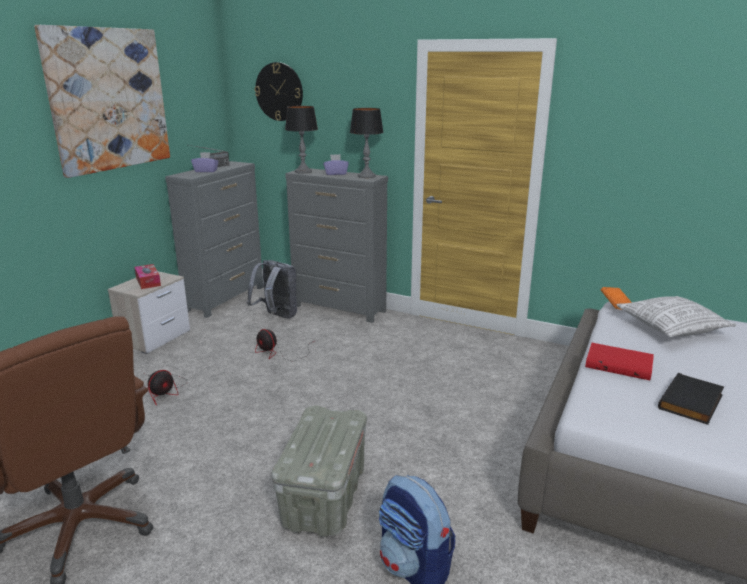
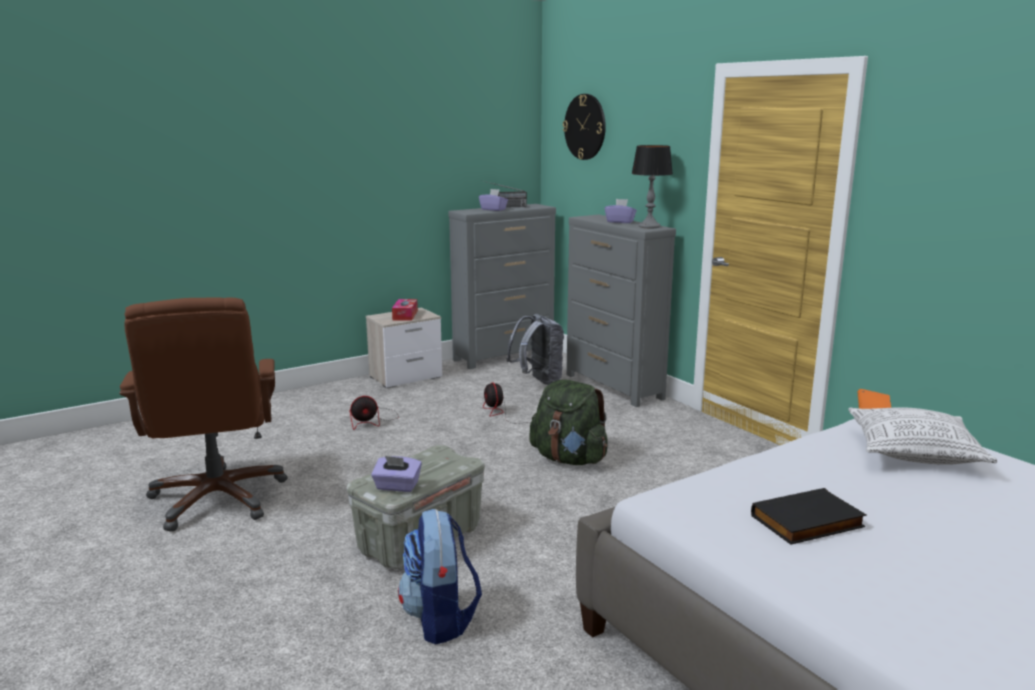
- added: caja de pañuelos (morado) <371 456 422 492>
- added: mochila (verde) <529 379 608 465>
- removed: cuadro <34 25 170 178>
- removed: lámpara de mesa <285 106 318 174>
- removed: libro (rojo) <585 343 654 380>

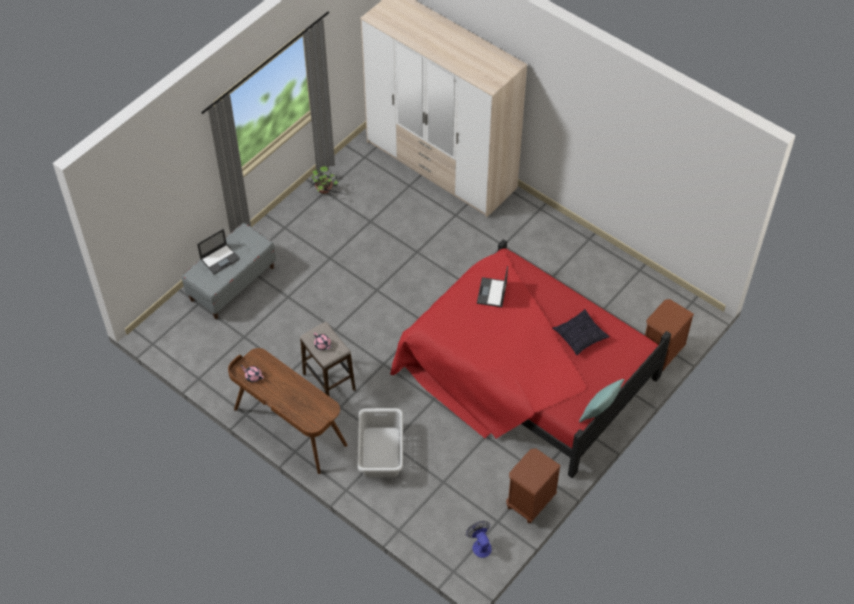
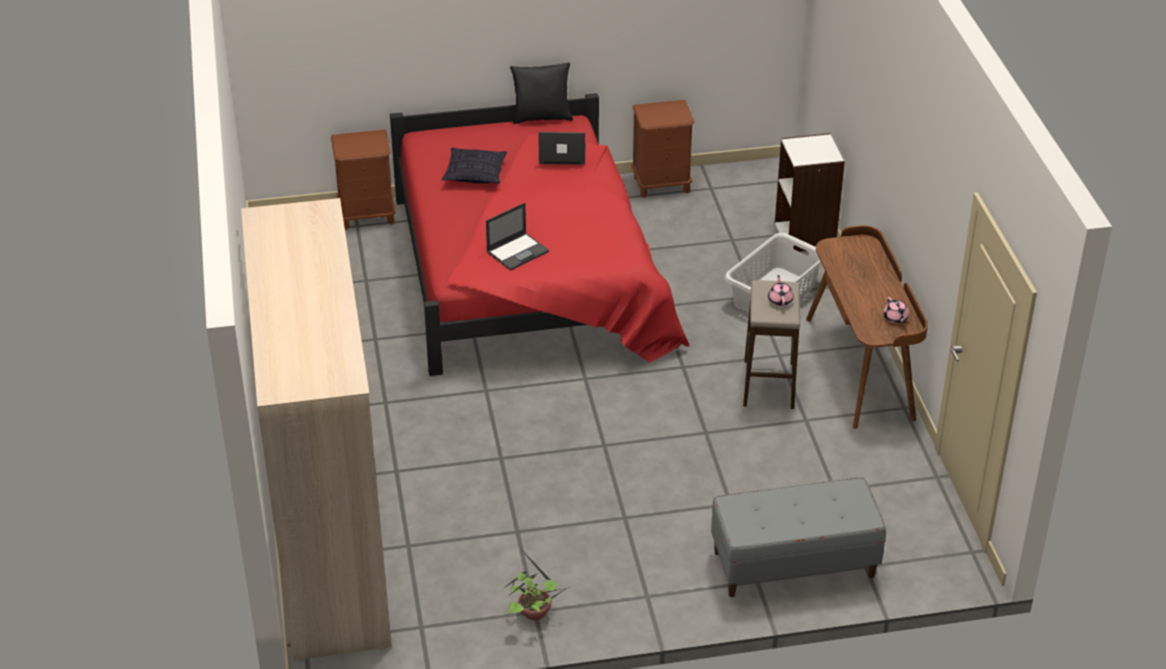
- recoloured: cojín (turquesa) <579 379 624 422> to cojín (negro) <510 62 573 124>
- moved: portátil <197 229 240 274> to <538 132 586 165>
- added: estantería (blanco) <775 133 845 252>
- removed: ventilador <466 521 492 558>

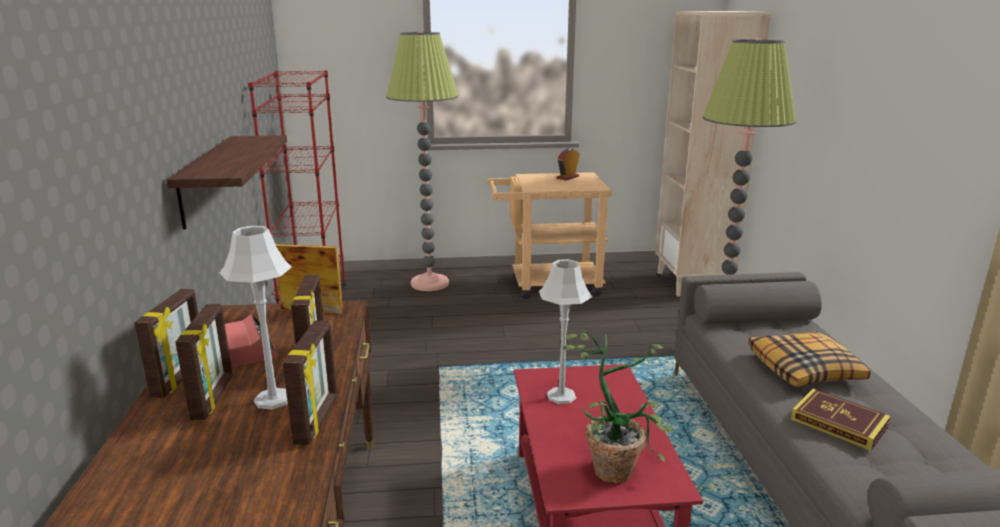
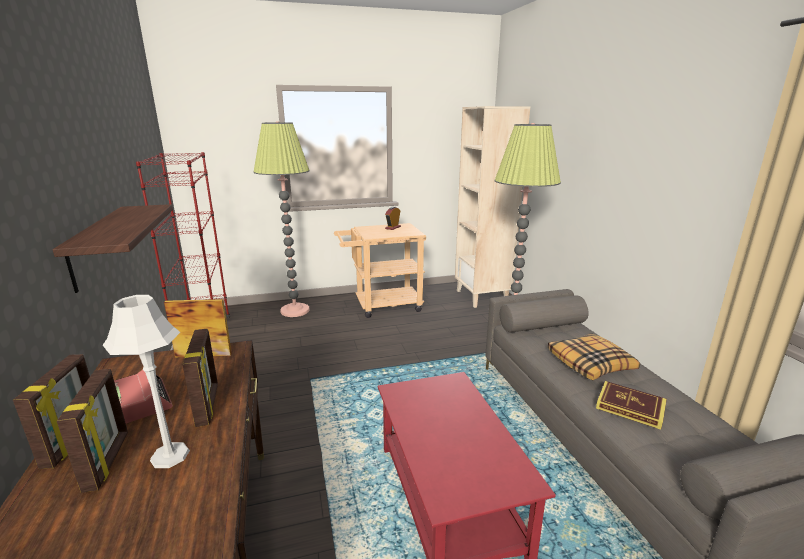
- removed: portarretratos <283 321 337 445>
- removed: lámpara de mesa (gris) <539 259 592 404>
- removed: planta en maceta <562 331 674 484>

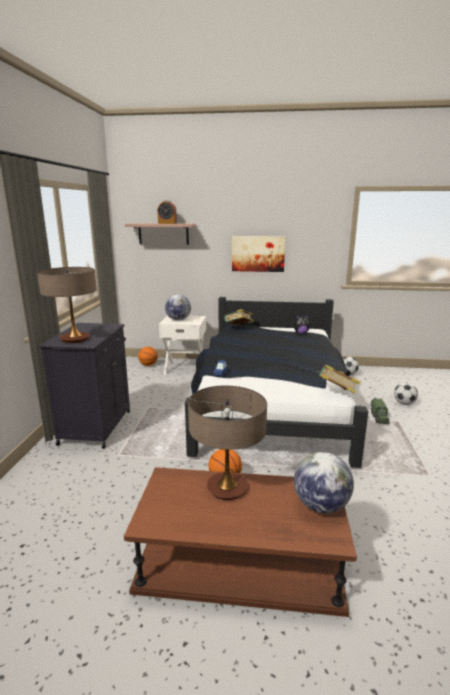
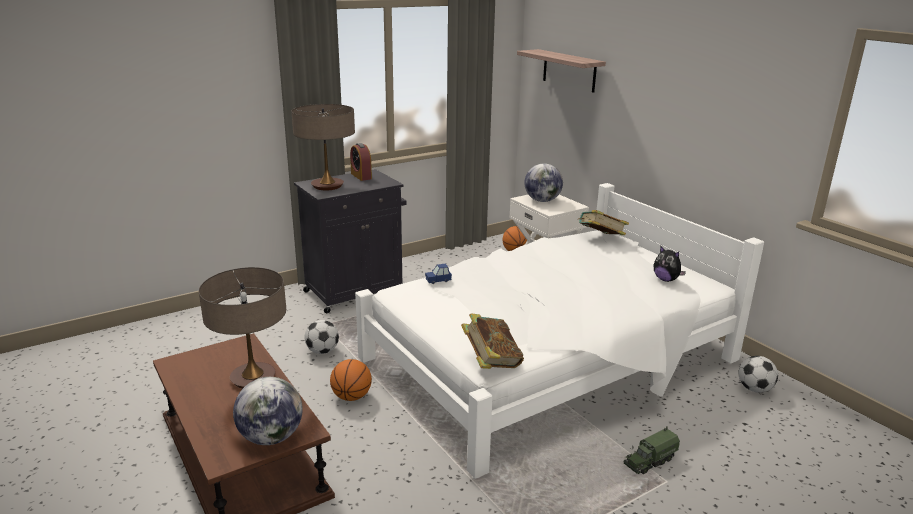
- moved: balón de fútbol <394 383 418 405> to <304 320 339 354>
- moved: despertador <158 201 177 224> to <350 143 372 181>
- recoloured: cama (negro) <185 297 368 468> to cama (blanco) <355 183 764 479>
- removed: cuadro <232 236 285 272>

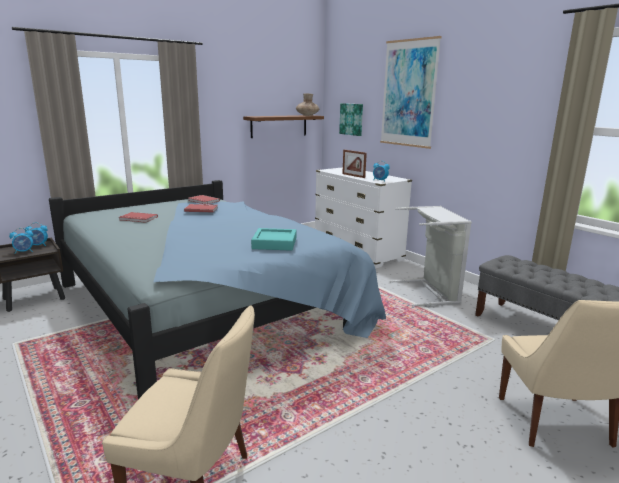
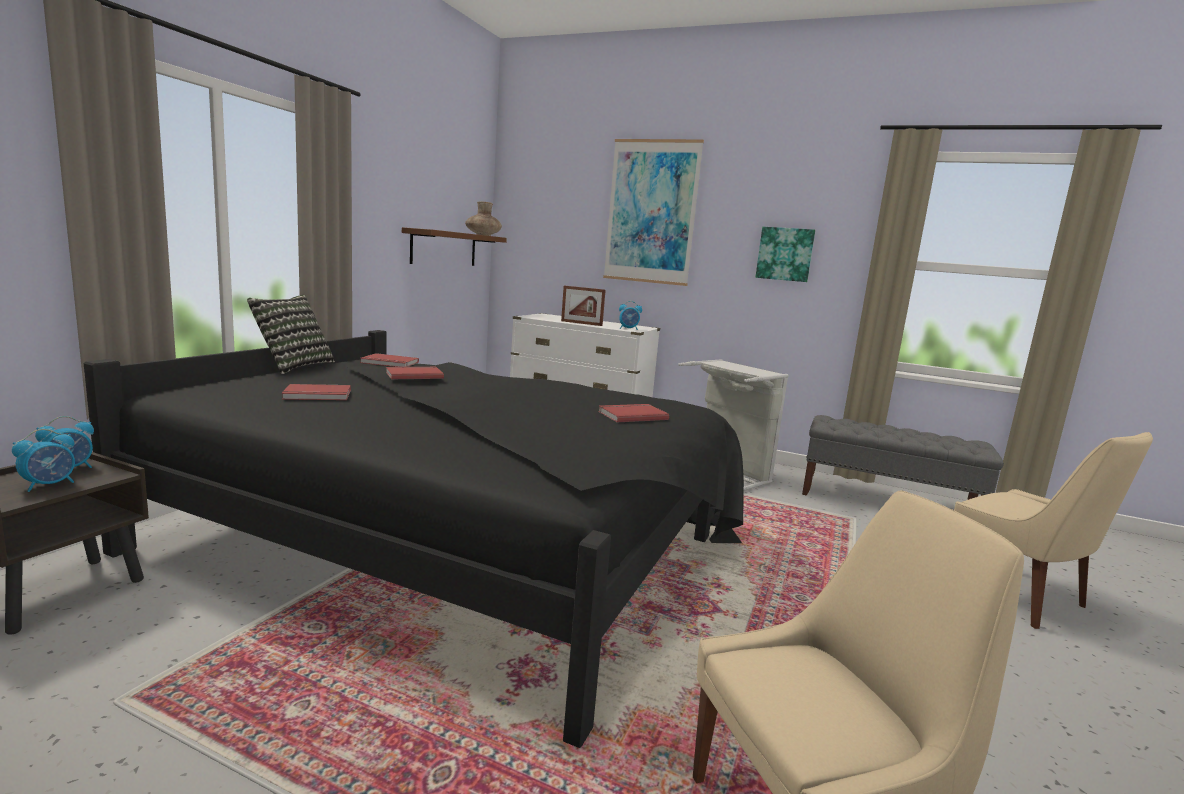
- recoloured: cama (azul) <49 180 386 399> to cama (negro) <84 330 744 748>
- added: cojín <247 295 335 374>
- replaced: bandeja (turquesa) <251 228 297 251> to libro (rojo) <598 404 669 422>
- moved: cuadro <339 103 363 136> to <755 227 815 282>

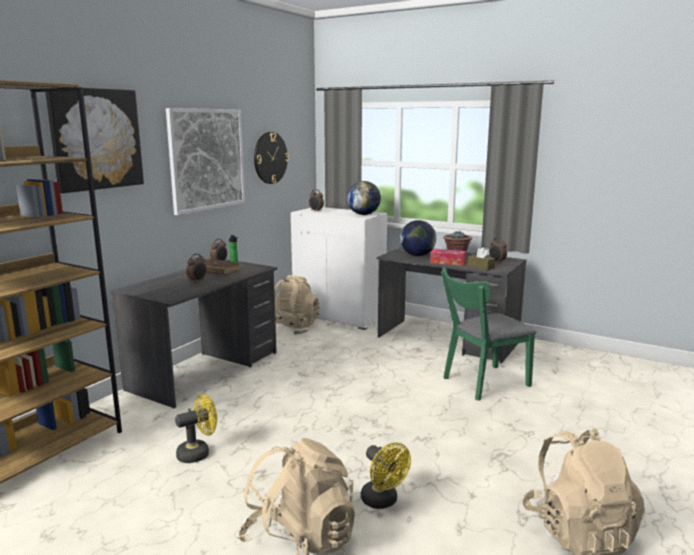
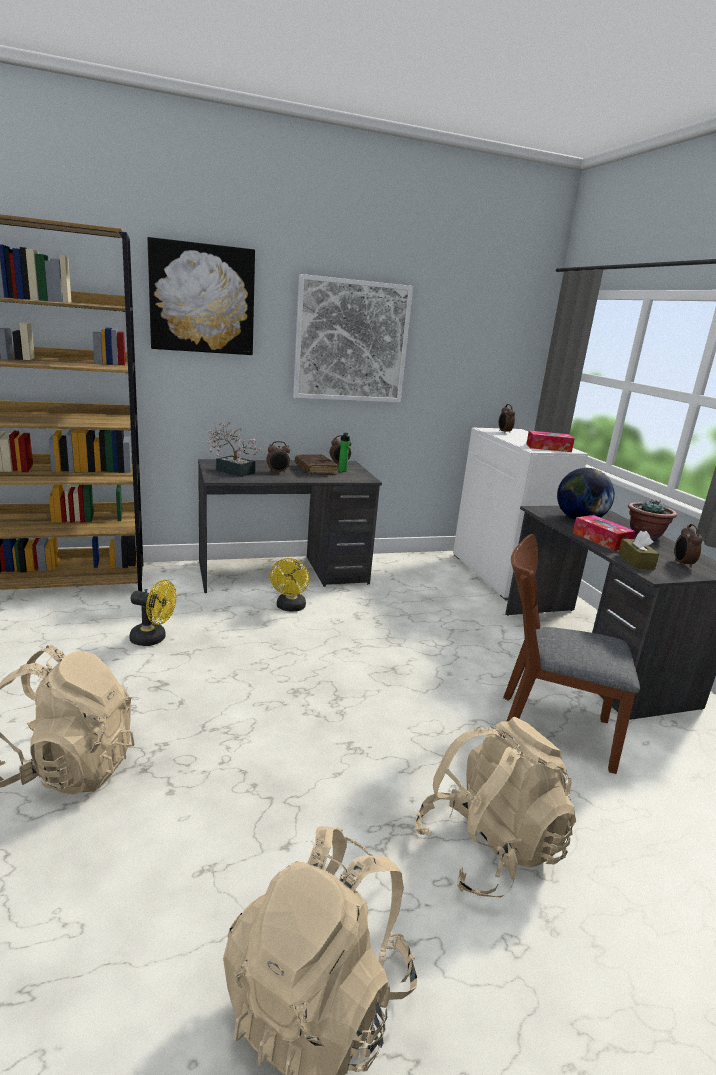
- added: planta en maceta <205 421 262 477>
- moved: ventilador (amarillo) <361 442 411 509> to <270 558 310 612>
- moved: mochila (beis) <274 275 320 335> to <416 717 576 897>
- recoloured: silla (verde) <441 266 536 401> to silla (marrón) <503 534 640 774>
- replaced: globo terráqueo <347 181 381 215> to caja de pañuelos <526 431 575 452>
- removed: reloj de pared <254 132 289 184>

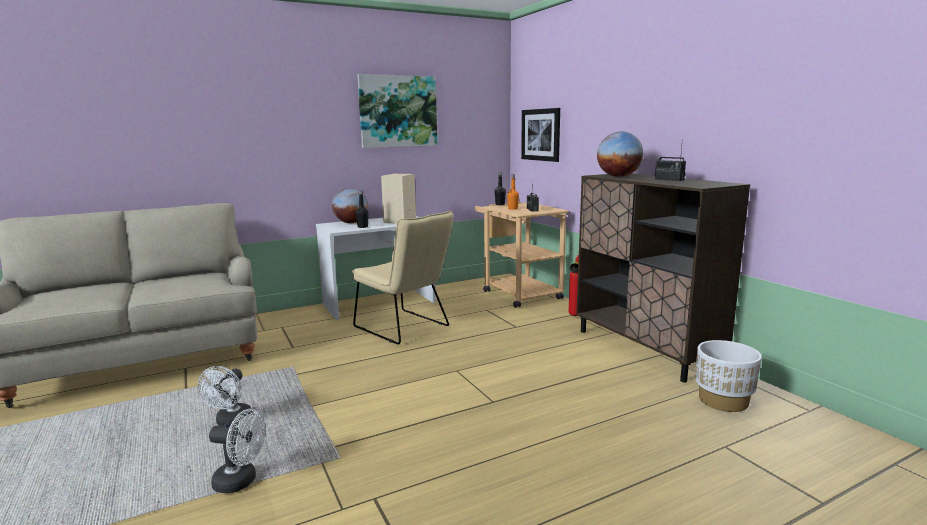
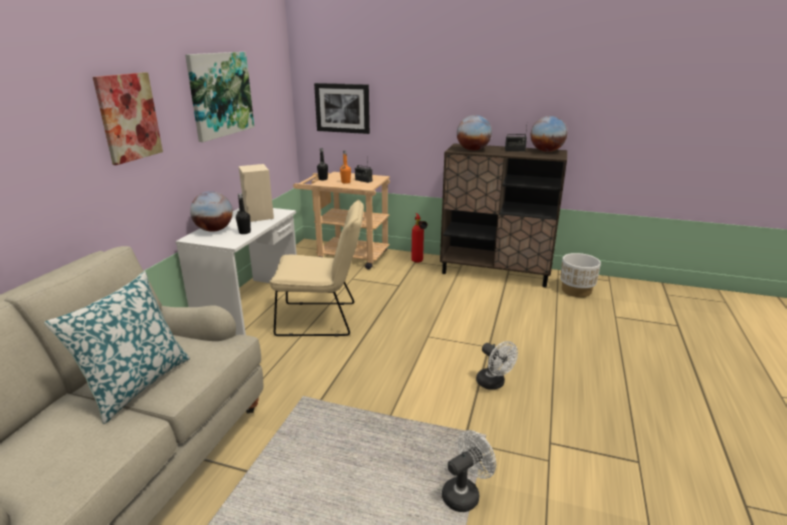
- added: cojín <44 271 190 424>
- added: cuadro <93 72 163 165>
- moved: ventilador (blanco) <198 366 253 427> to <476 341 518 390>
- added: globo terráqueo <531 116 567 152>

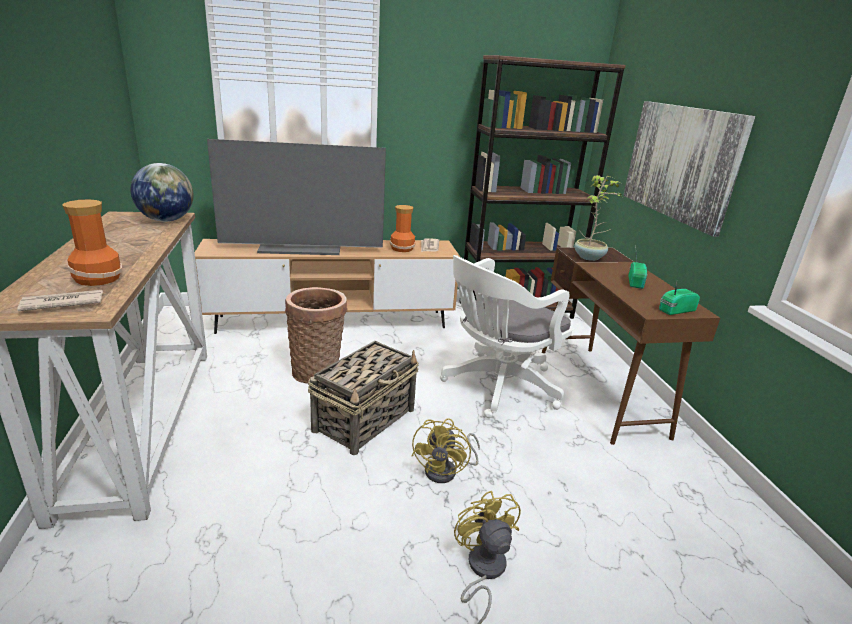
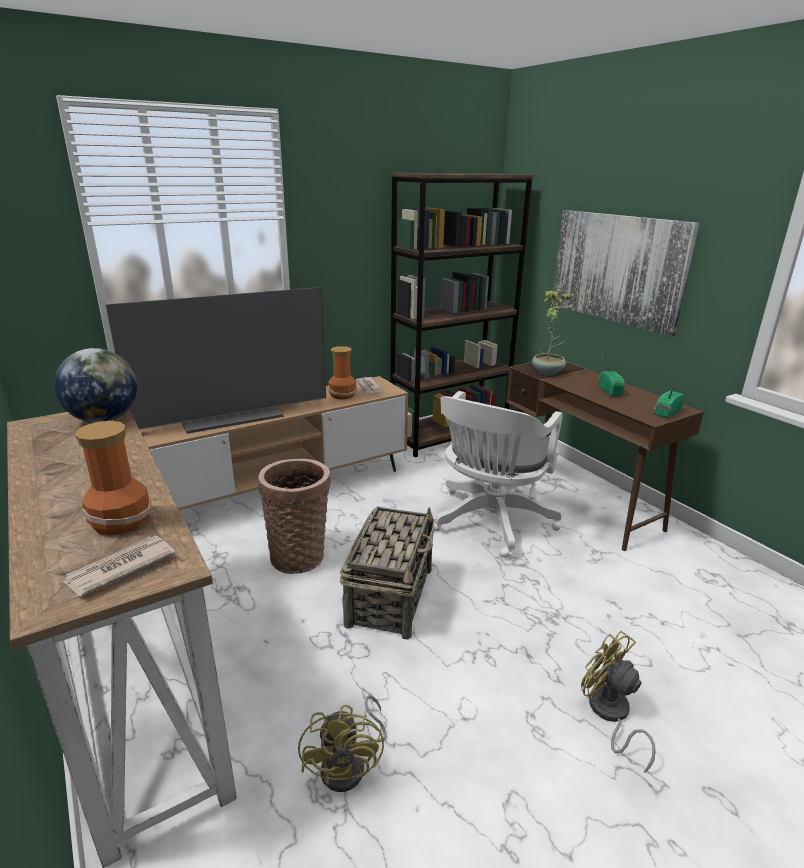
- moved: ventilador (amarillo) <412 418 480 483> to <298 695 387 792>

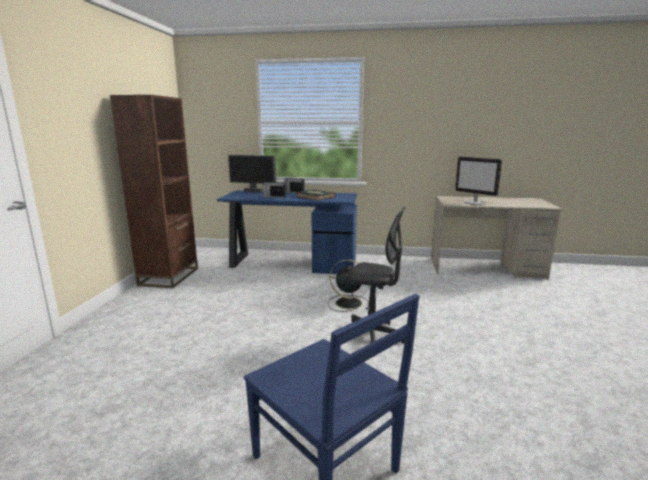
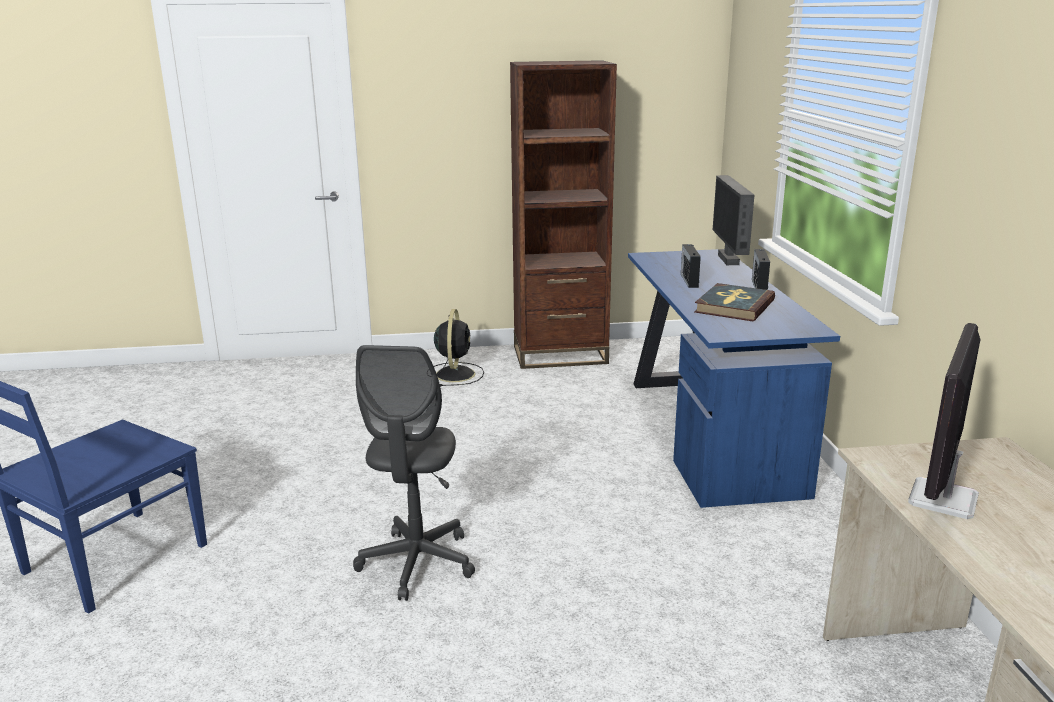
- moved: ventilador (negro) <328 260 369 312> to <434 309 484 387>

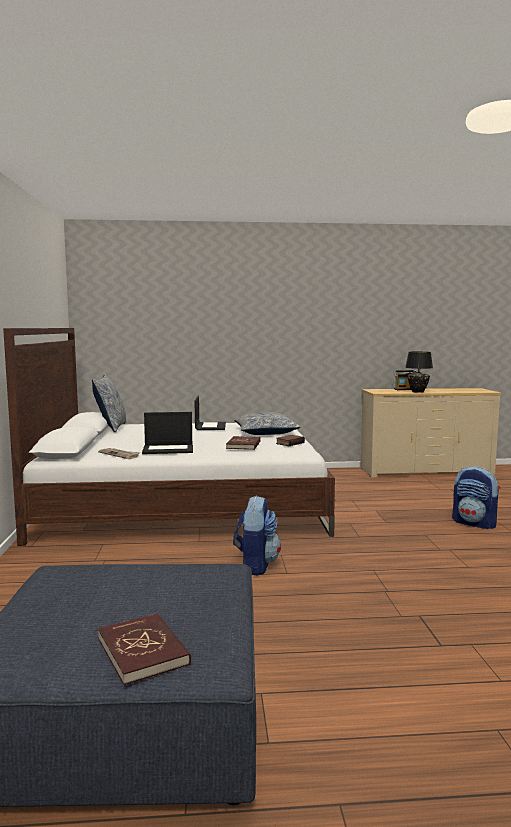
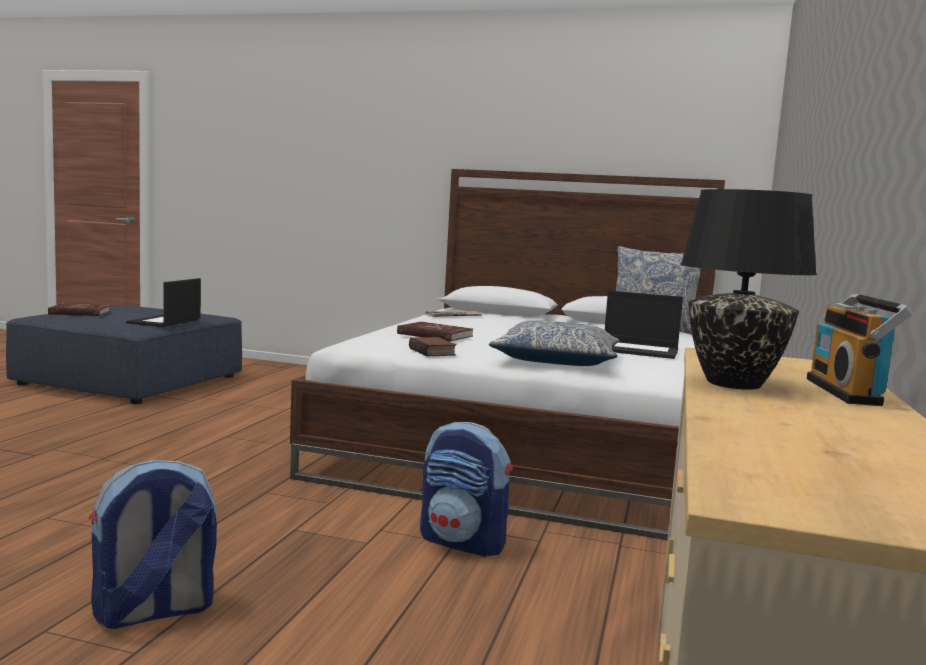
- moved: portátil <142 412 193 454> to <126 278 201 327>
- moved: mochila <233 496 281 575> to <420 422 513 557>

